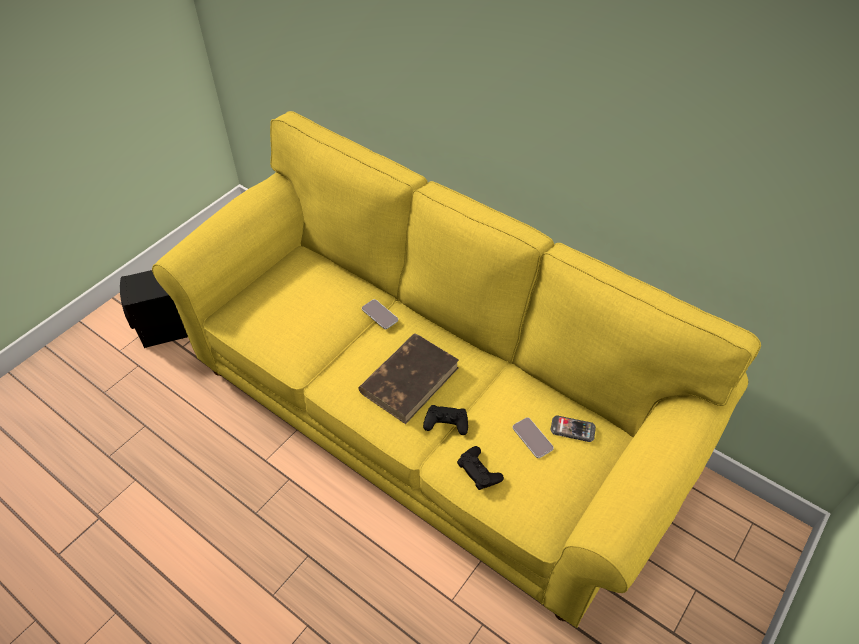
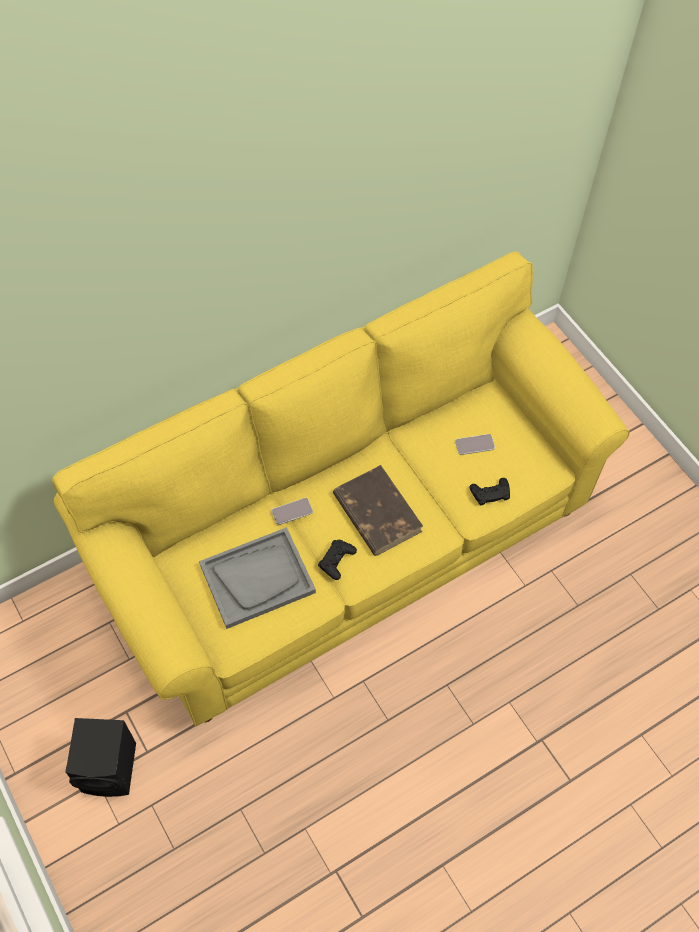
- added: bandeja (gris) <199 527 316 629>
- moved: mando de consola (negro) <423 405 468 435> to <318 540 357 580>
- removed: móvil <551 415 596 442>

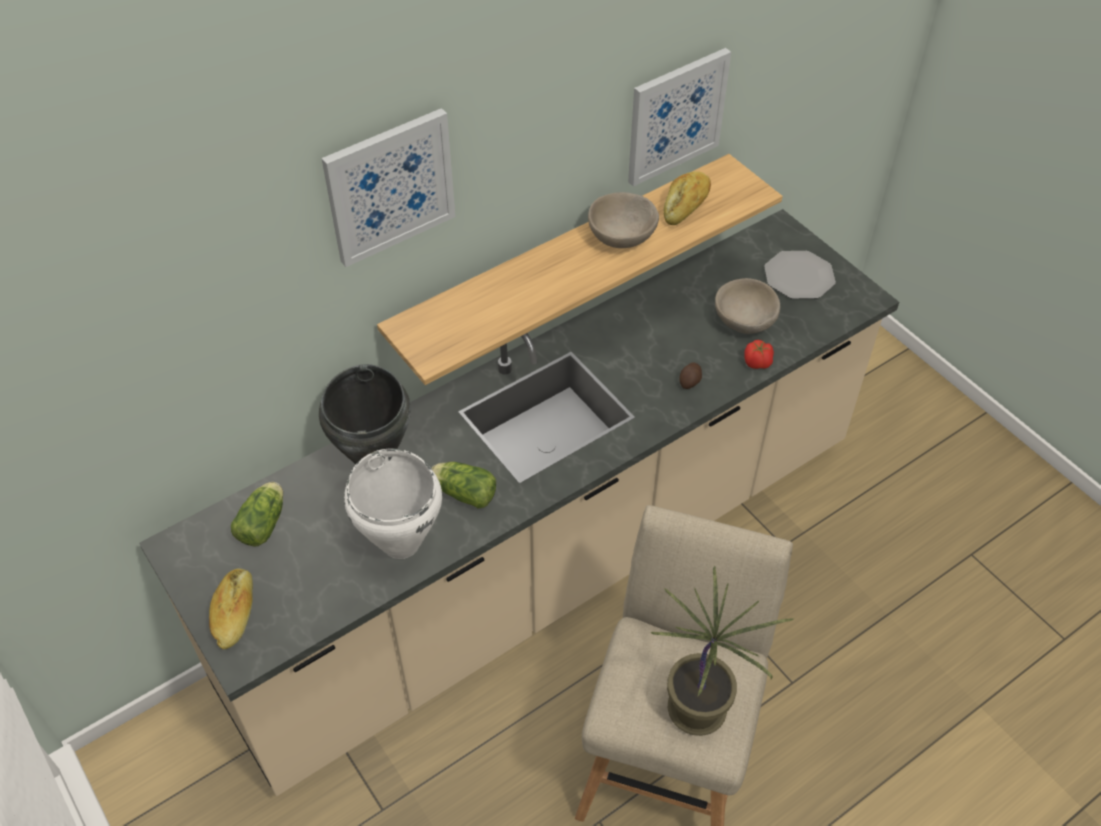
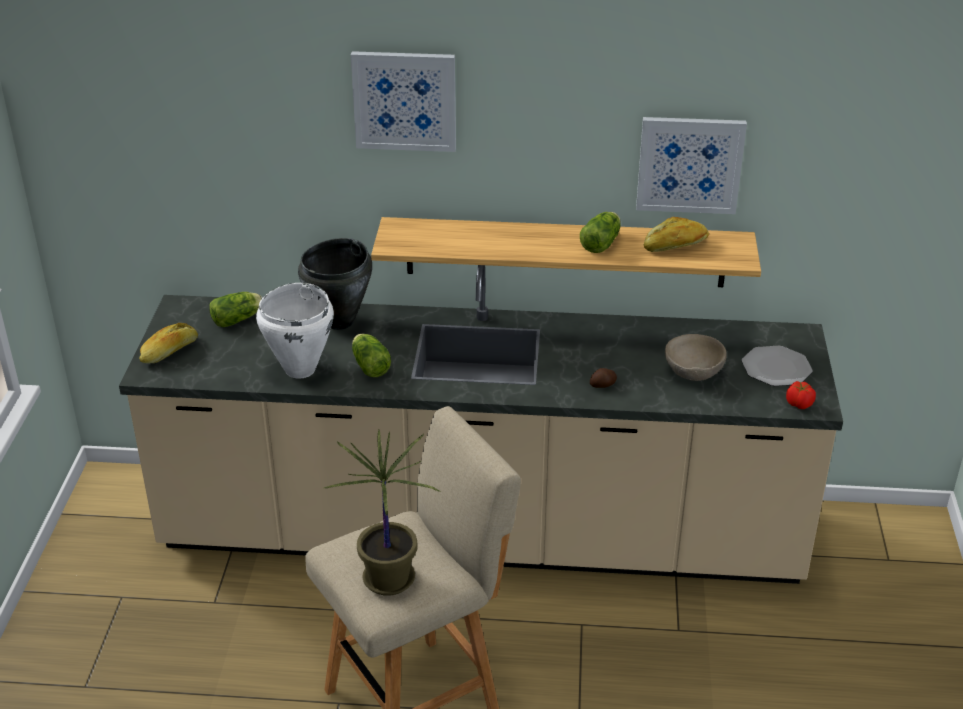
- replaced: cuenco (beis) <588 192 659 248> to lechuga <580 212 621 253>
- moved: tomate <744 340 774 369> to <786 381 816 409>

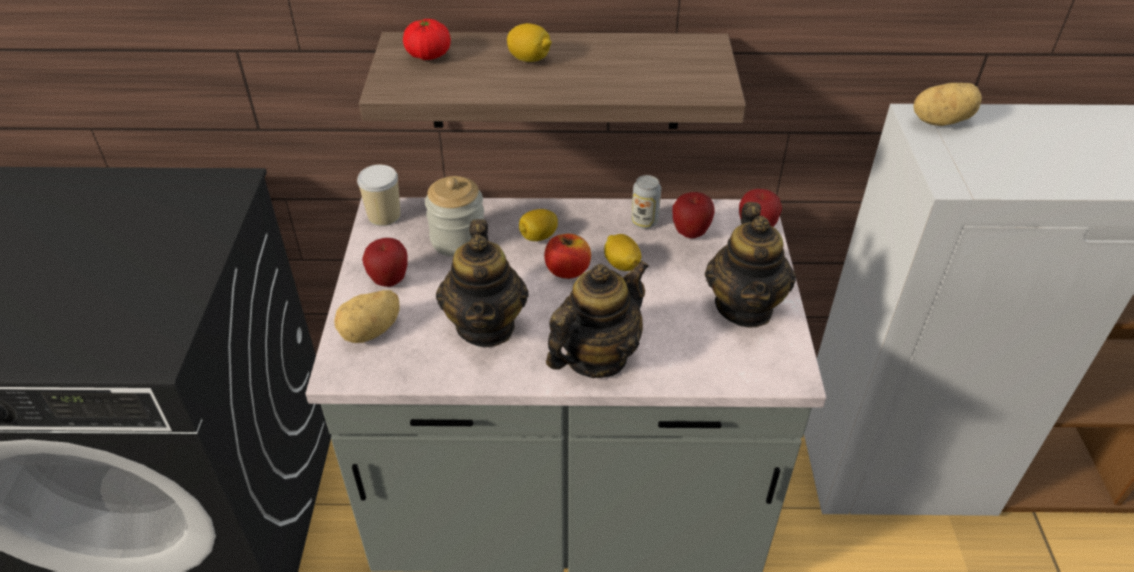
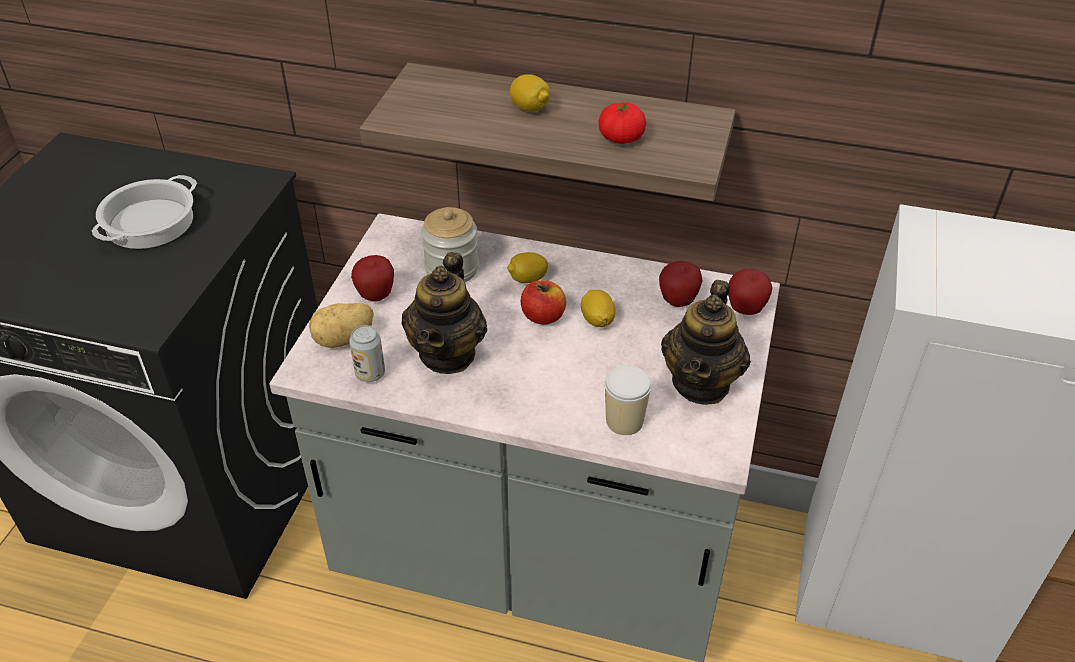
- added: olla <92 175 197 249>
- moved: lata <631 175 661 229> to <349 325 385 382>
- moved: tomate <403 19 451 60> to <598 102 646 144>
- moved: taza <357 165 400 226> to <604 366 652 435>
- removed: tetera <546 260 649 378>
- removed: patata <914 83 982 126>

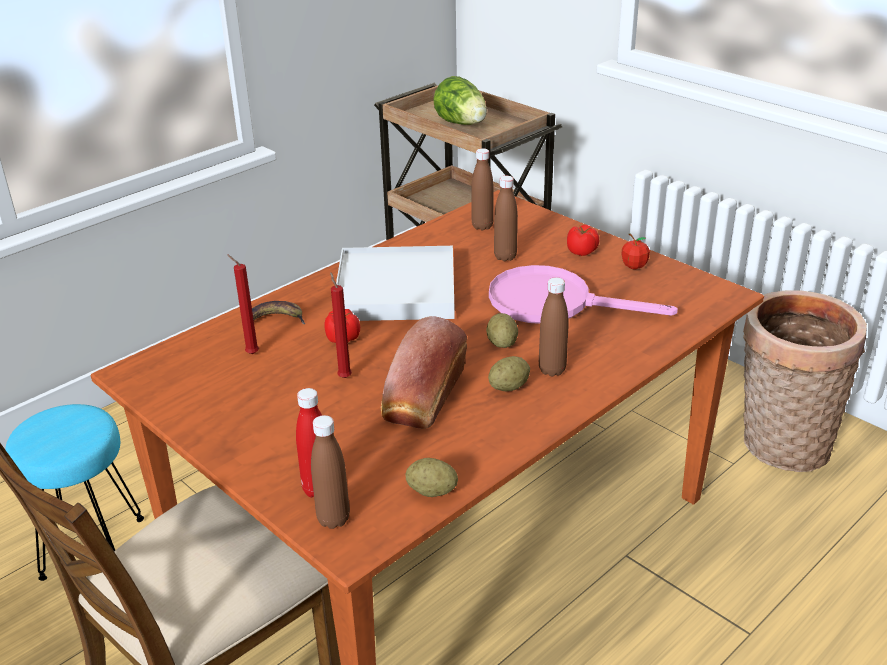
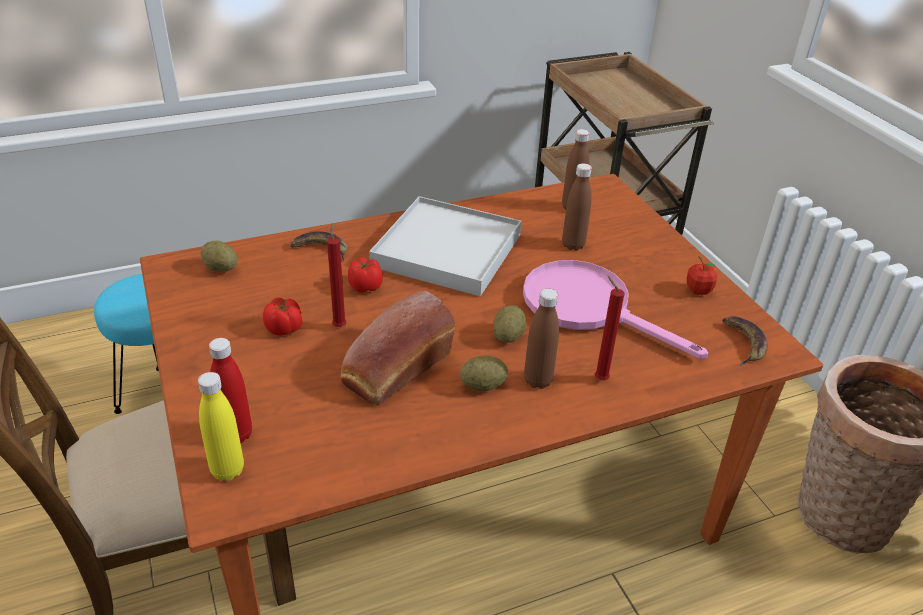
- recoloured: botella (marrón) <311 415 350 529> to botella (amarillo) <198 372 244 481>
- moved: patata <406 458 458 497> to <201 240 237 272>
- moved: tomate <567 225 599 256> to <263 298 302 336>
- moved: vela (rojo) <227 254 259 354> to <595 276 624 380>
- added: plátano <722 316 768 366>
- removed: lechuga <433 76 487 125>

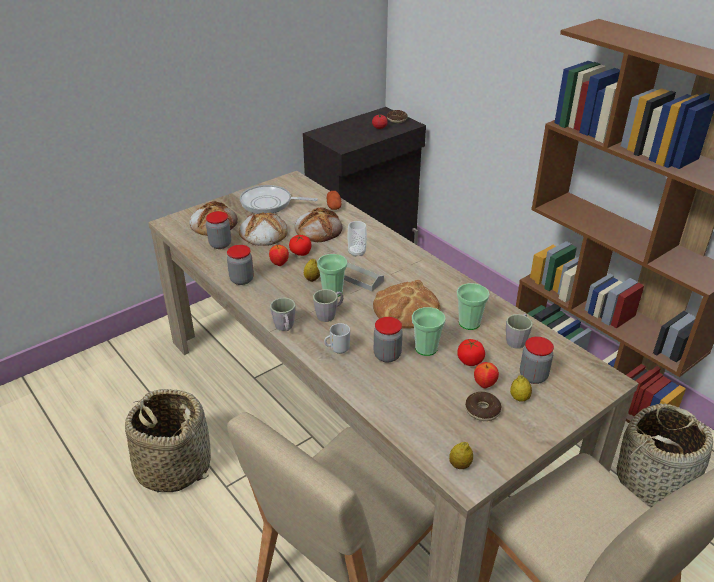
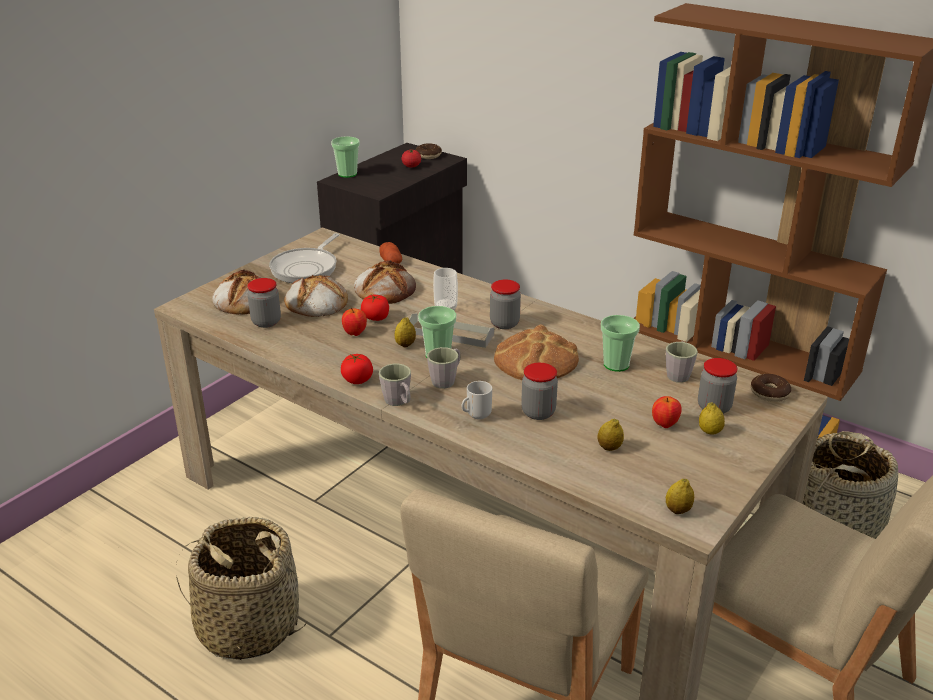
- turned: sartén <240 185 318 214> = <269 233 339 283> 60 degrees counterclockwise
- moved: taza <412 307 446 356> to <331 136 360 178>
- moved: tomate <457 339 485 366> to <341 354 373 384>
- moved: tarro <227 245 254 285> to <490 279 521 329>
- added: limón <597 419 624 451>
- moved: rosquilla <465 392 501 421> to <751 374 791 402>

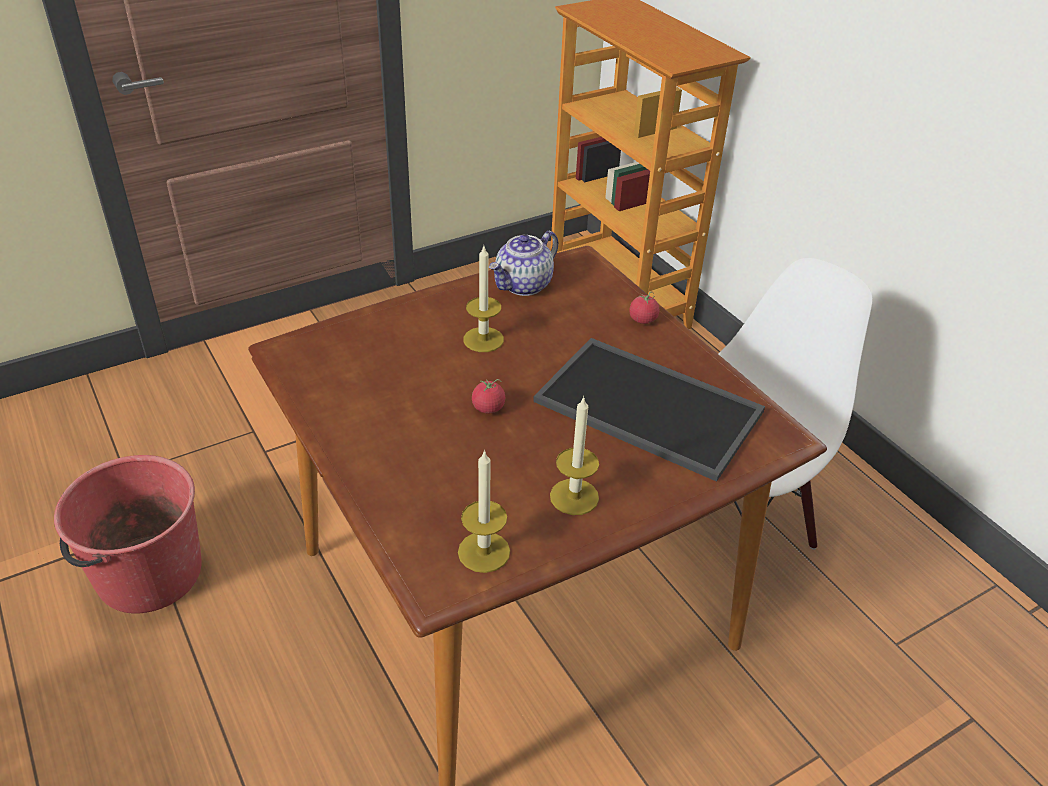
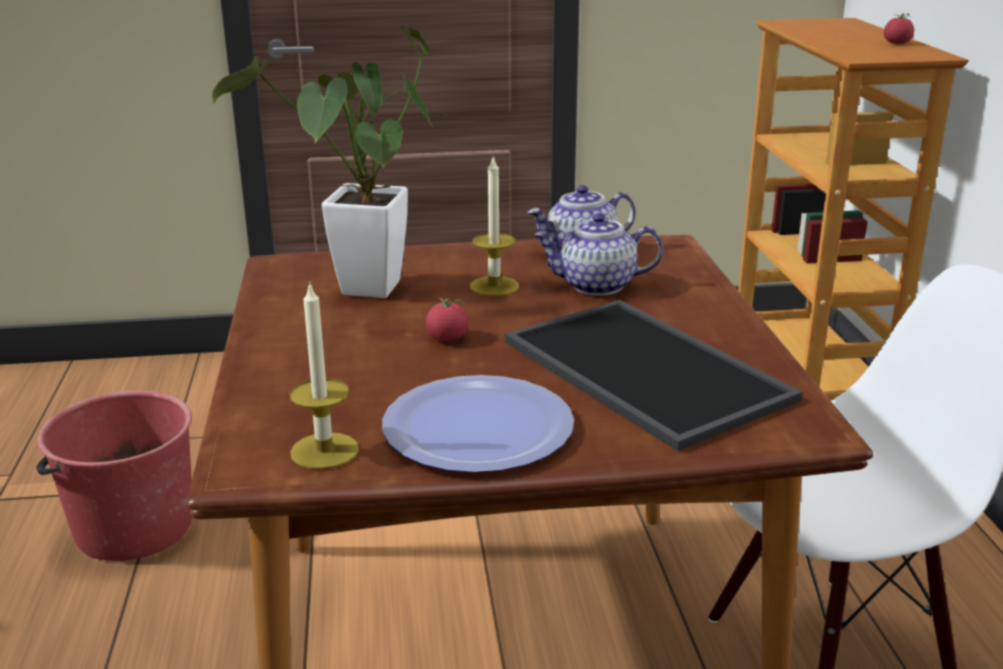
- added: planta en maceta <212 25 433 298>
- replaced: vela <550 396 599 515> to plato <382 375 574 473>
- added: tetera <534 213 663 296>
- moved: tomate <629 292 659 324> to <884 13 914 44>

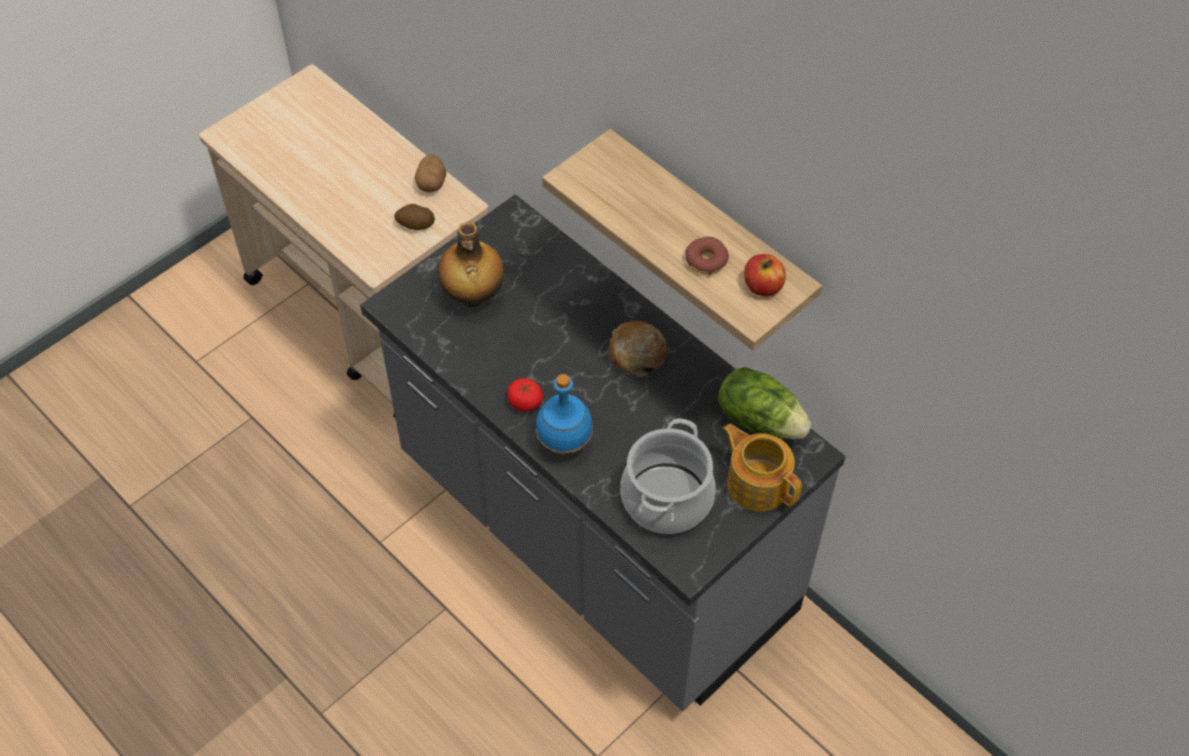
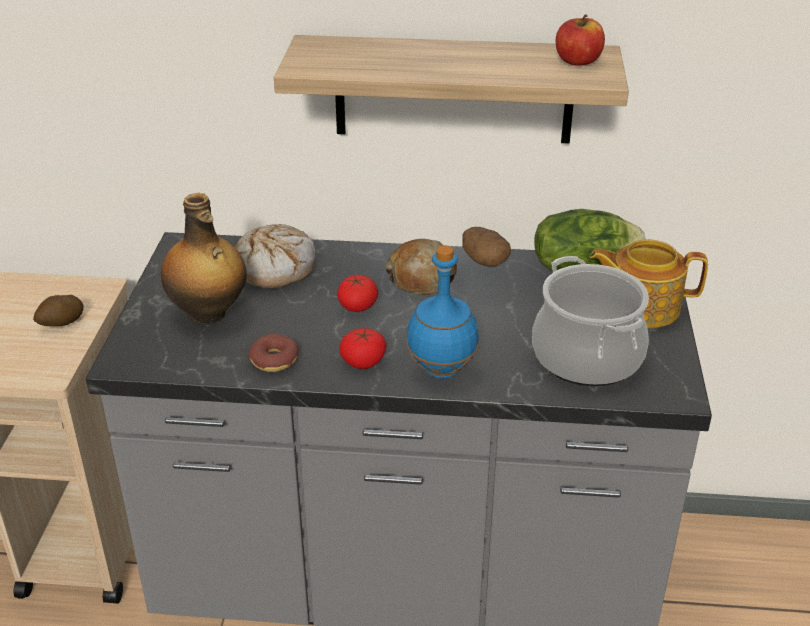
- added: pan <235 224 316 289>
- moved: rosquilla <686 237 729 275> to <248 334 298 372>
- added: tomate <337 275 378 312>
- moved: patata <415 155 446 192> to <462 227 511 267>

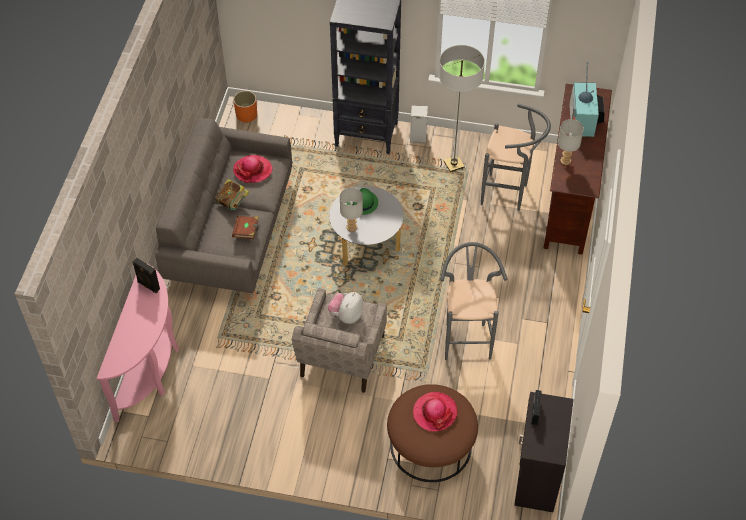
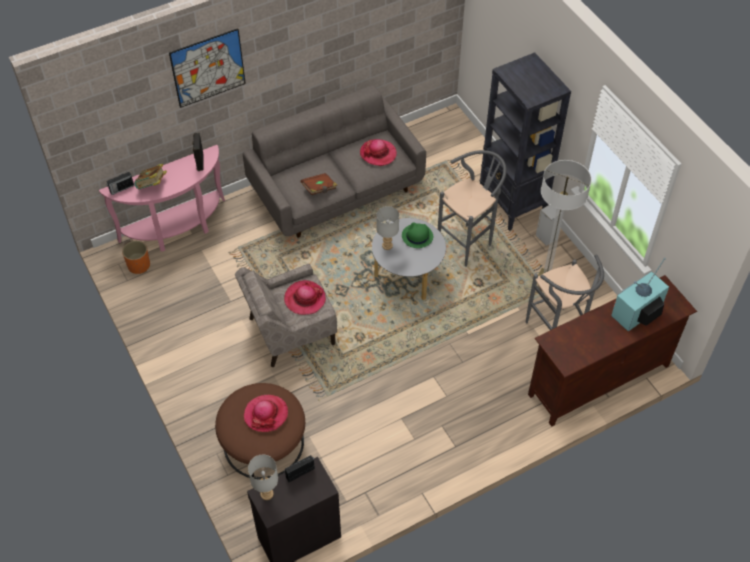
- added: radio <107 172 134 195>
- moved: maceta (naranja) <233 91 257 123> to <122 241 150 274>
- moved: libro <215 179 250 210> to <134 163 167 189>
- added: cuadro <169 28 246 108>
- moved: lámpara de mesa (gris) <558 119 584 165> to <248 455 278 500>
- replaced: peluche <328 292 363 324> to sombrero <284 280 326 315>
- moved: taburete (gris) <440 242 507 360> to <438 150 507 267>

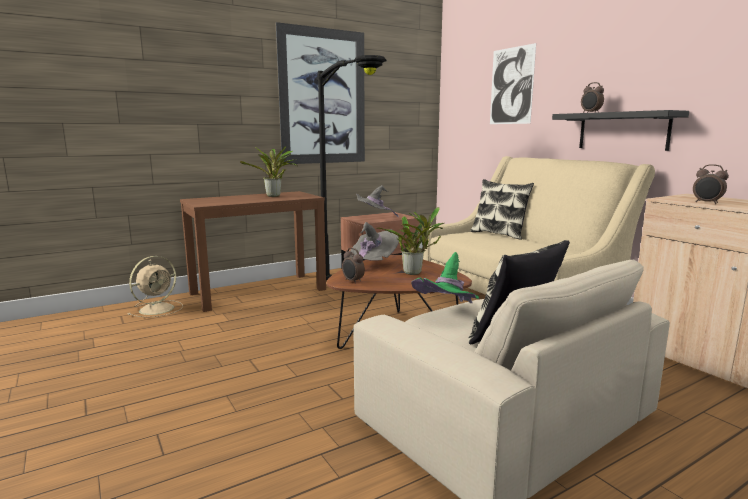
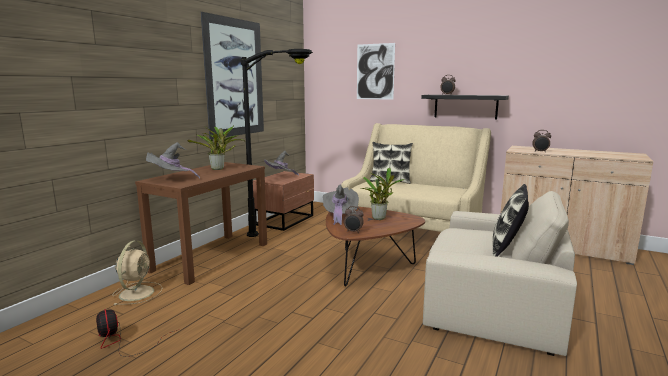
- added: ventilador <96 309 177 357>
- added: sombrero (gris) <146 142 200 178>
- removed: sombrero (verde) <411 252 479 303>

